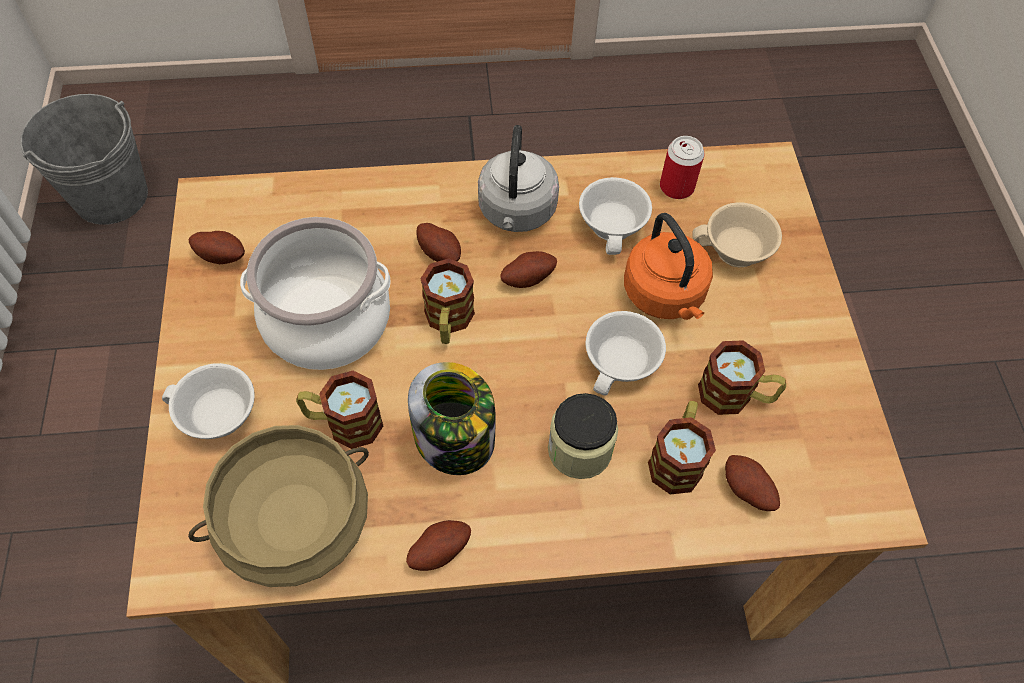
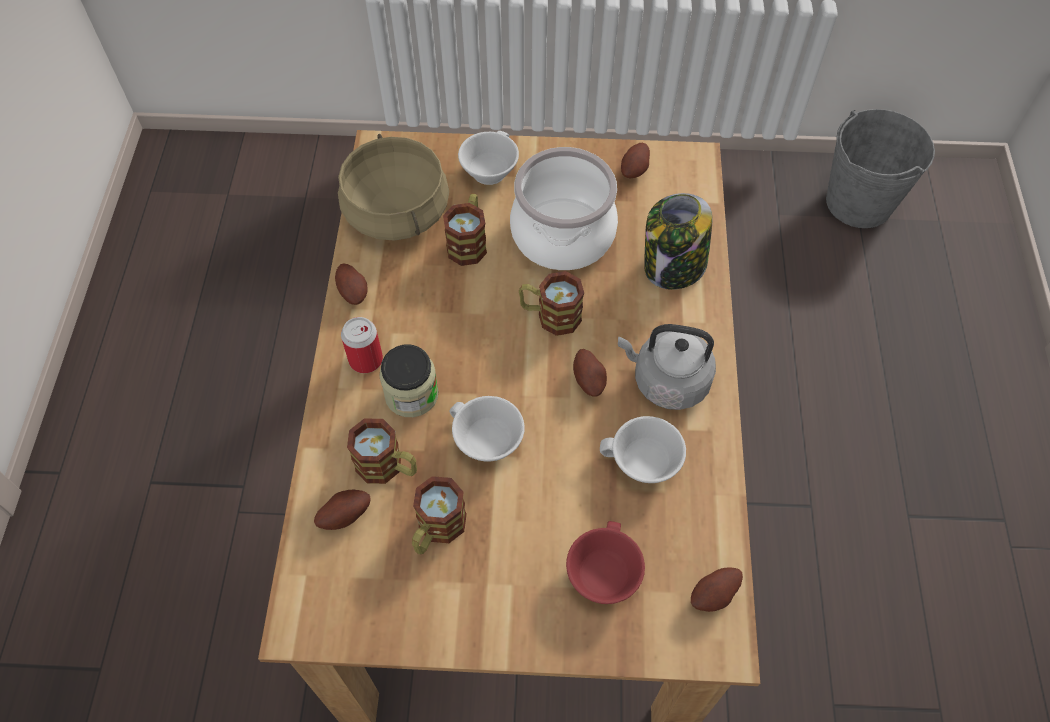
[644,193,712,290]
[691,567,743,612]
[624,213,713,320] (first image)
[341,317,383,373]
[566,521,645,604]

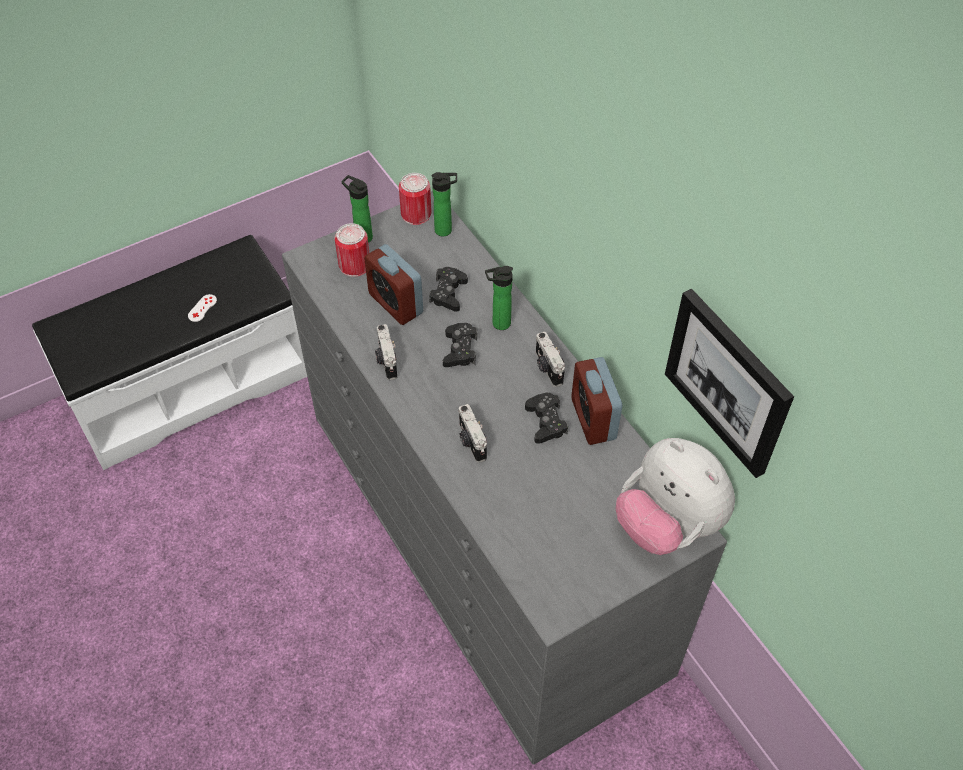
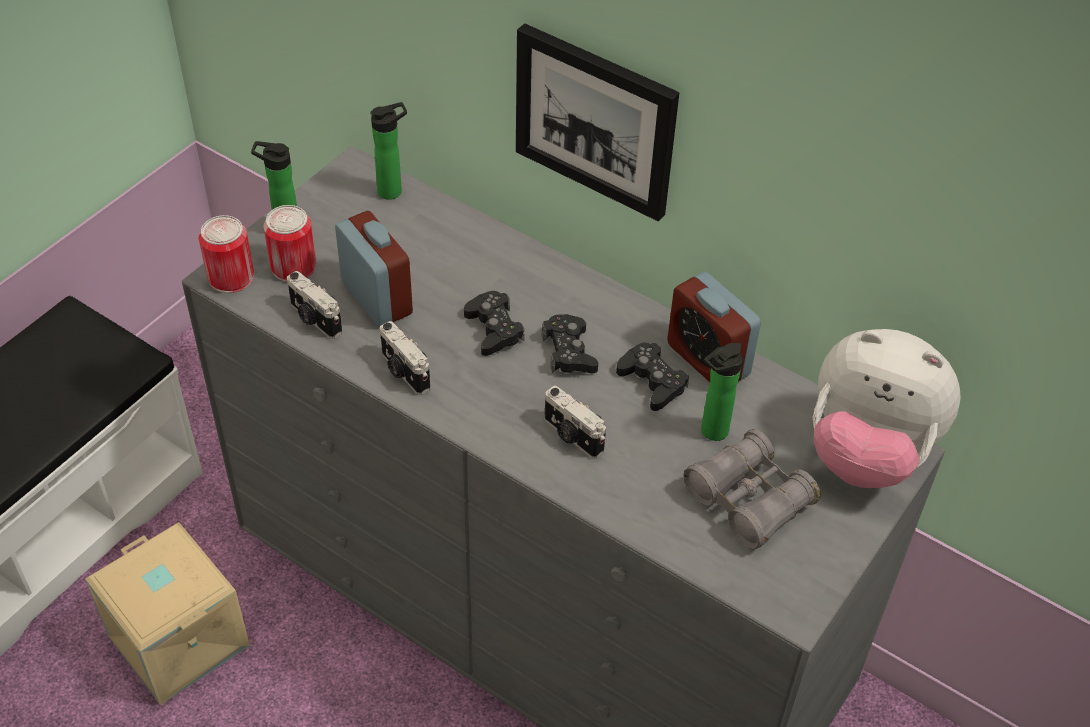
[188,294,217,322] (first image)
[335,211,413,327]
[199,215,254,293]
[542,314,598,373]
[701,343,743,441]
[287,271,342,339]
[516,23,679,221]
[85,522,250,705]
[684,429,821,549]

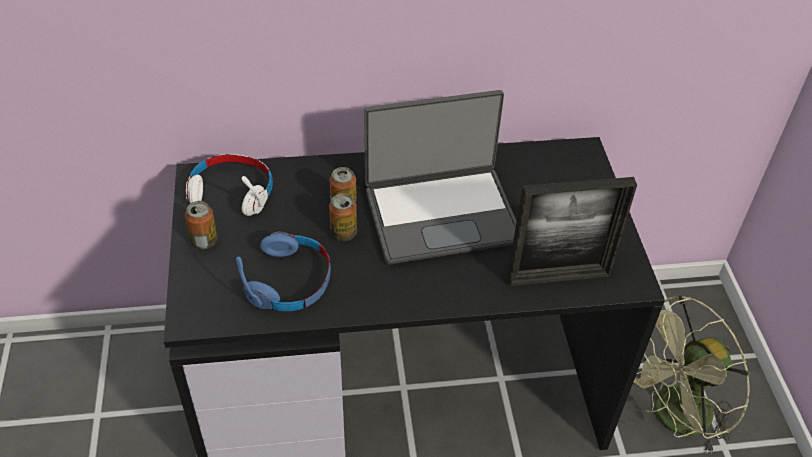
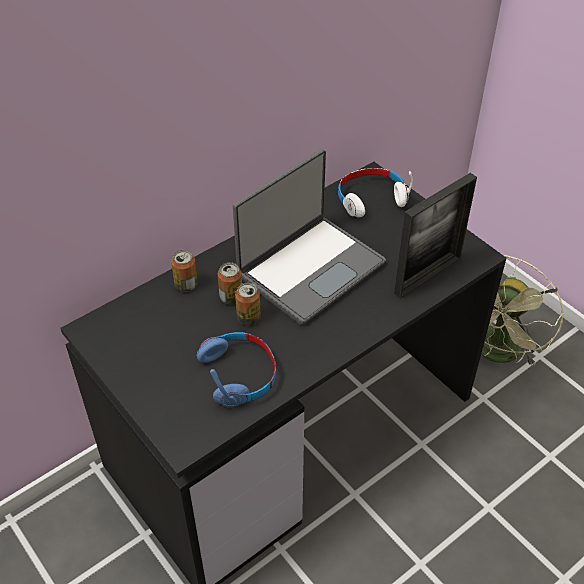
[171,250,198,292]
[338,168,413,218]

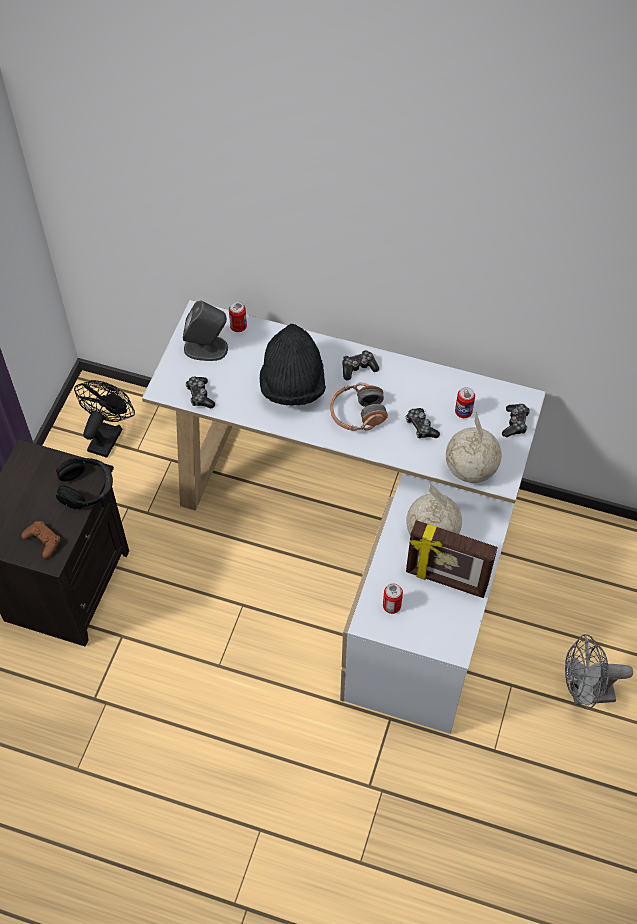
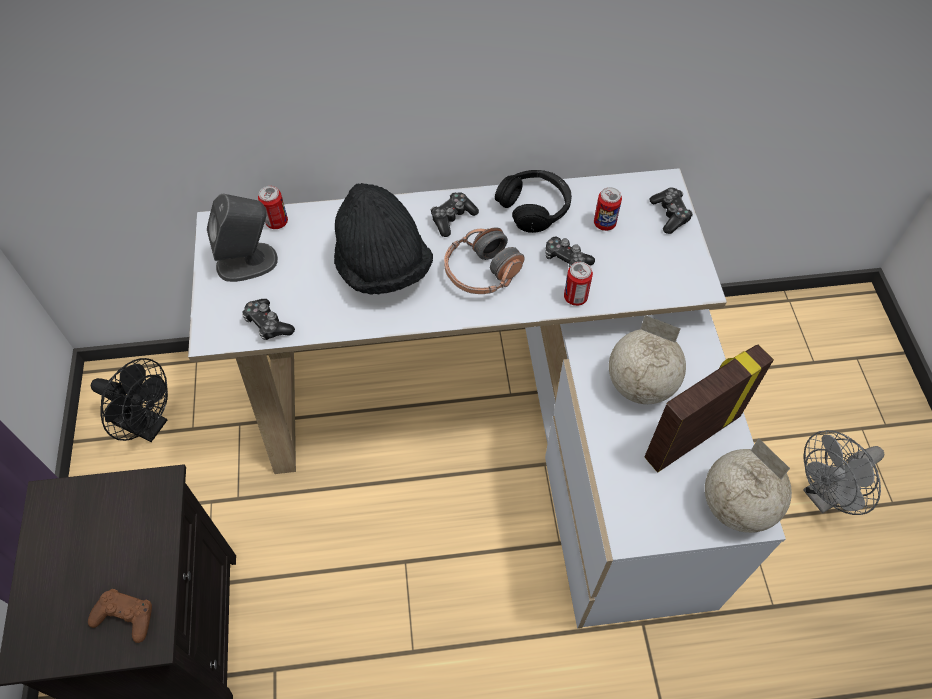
[495,170,572,233]
[91,358,168,442]
[564,262,593,306]
[645,344,774,472]
[705,438,792,533]

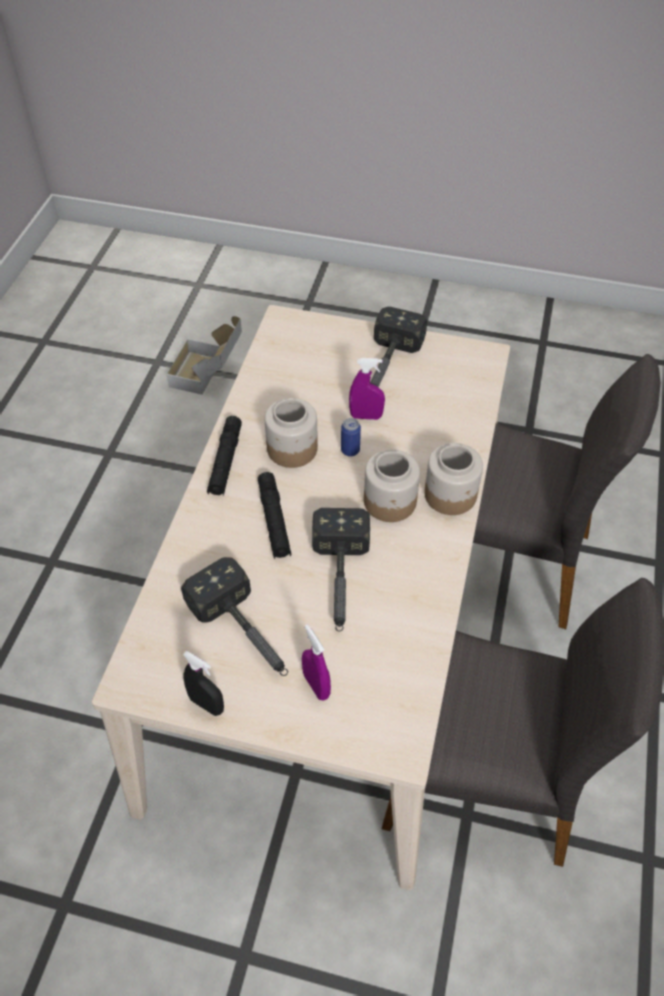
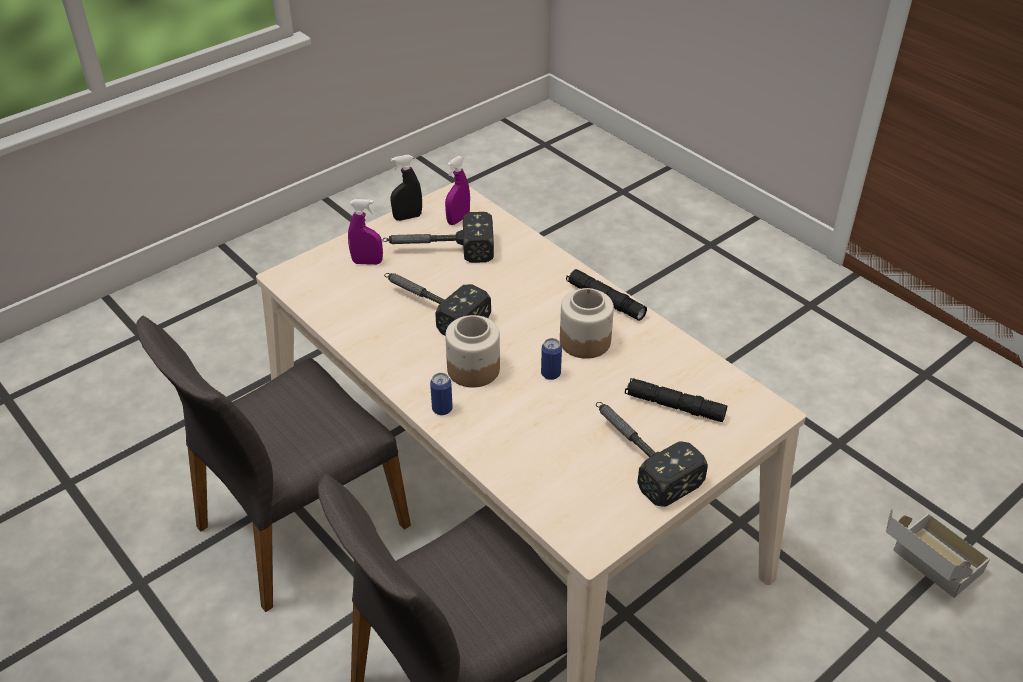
[625,378,727,422]
[445,156,470,225]
[430,373,453,415]

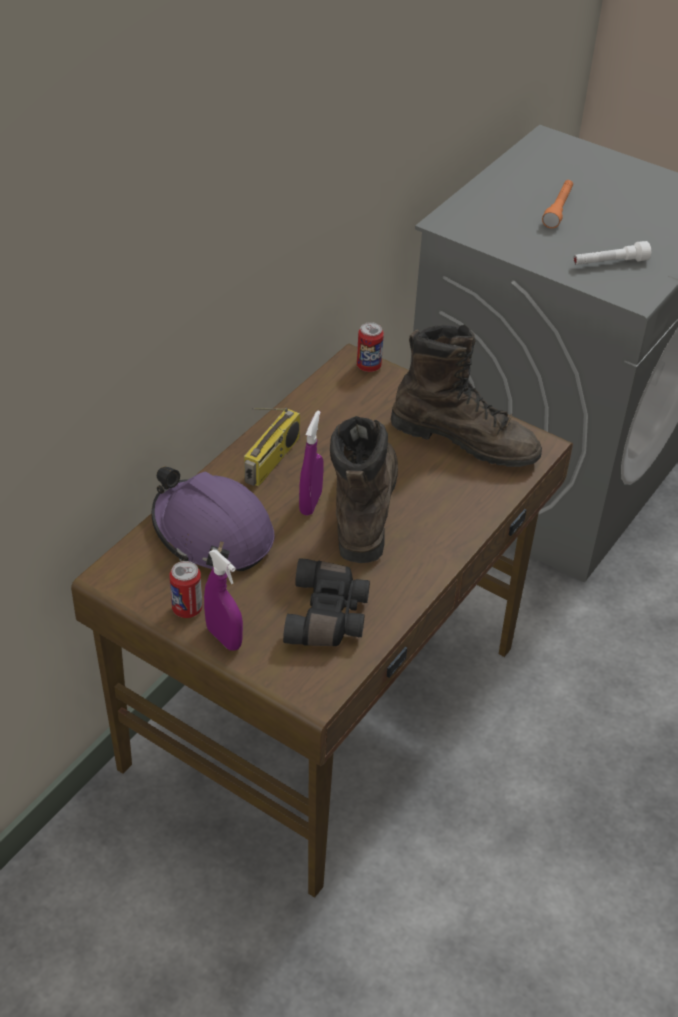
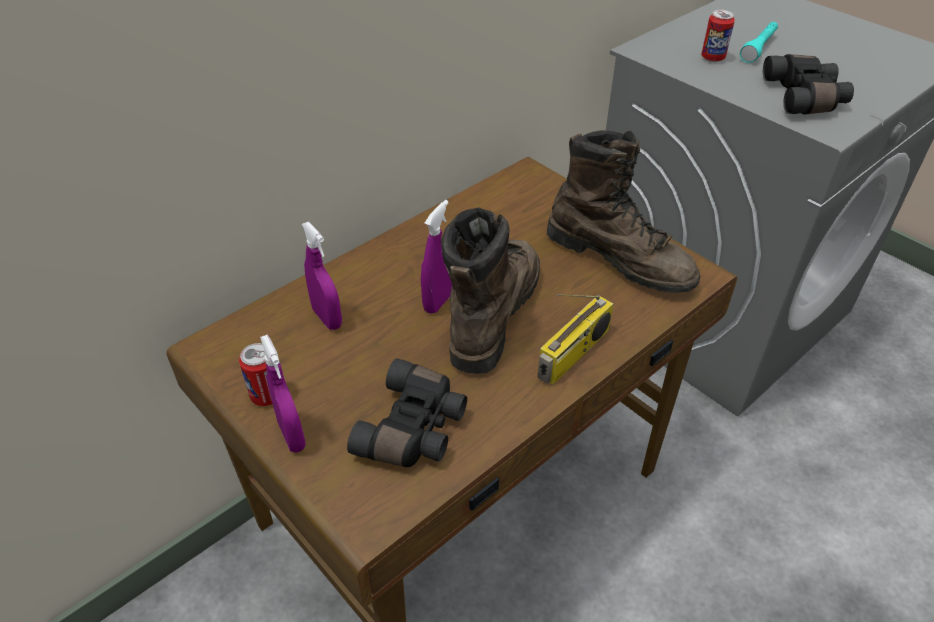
[302,222,342,330]
[538,294,614,385]
[701,10,735,62]
[740,22,778,63]
[763,54,854,115]

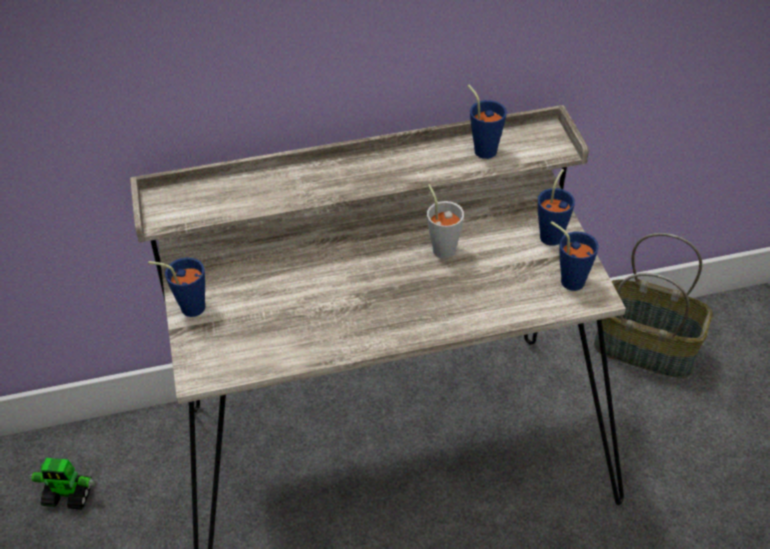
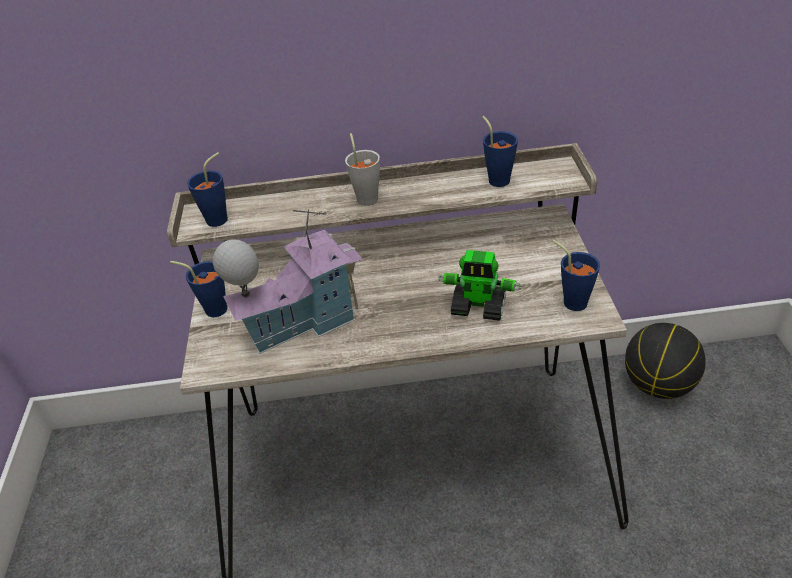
[438,250,522,321]
[345,133,380,206]
[187,152,228,227]
[625,323,706,399]
[213,210,363,354]

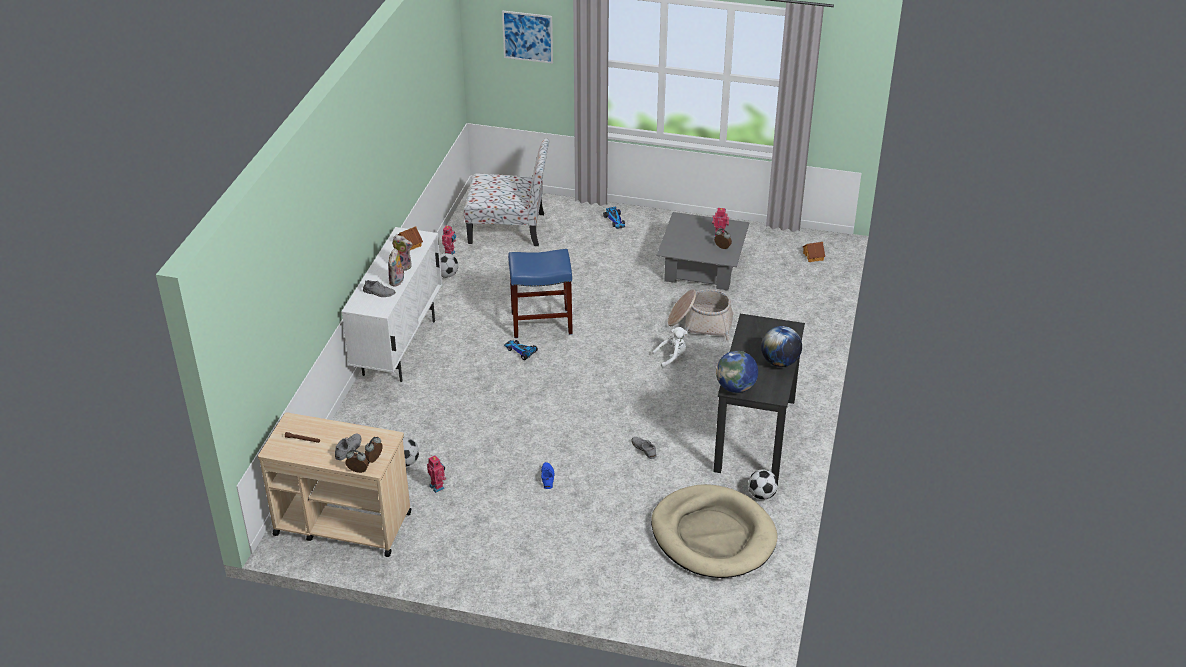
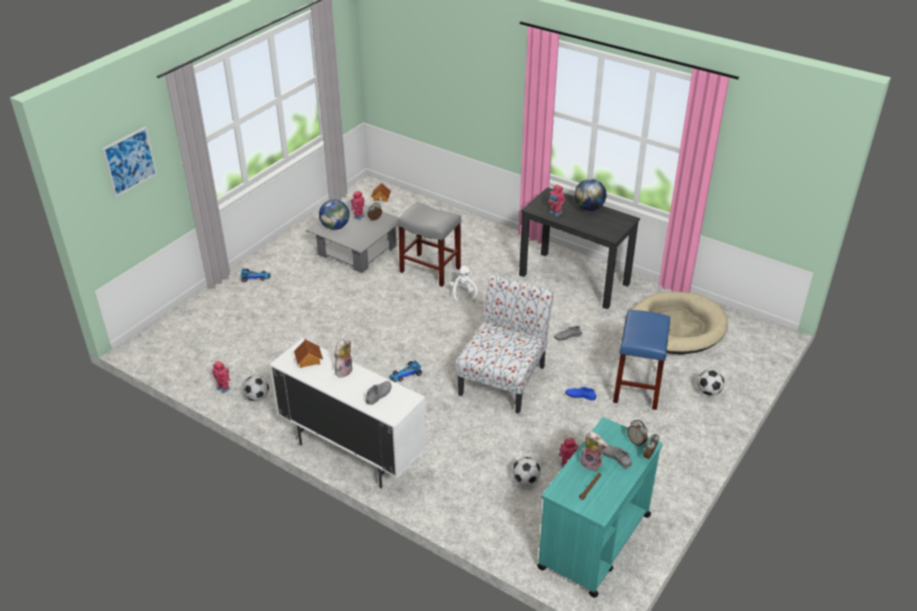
[537,417,662,598]
[580,431,608,471]
[456,275,554,414]
[613,310,670,410]
[398,202,461,287]
[319,199,349,230]
[698,370,724,396]
[548,185,565,216]

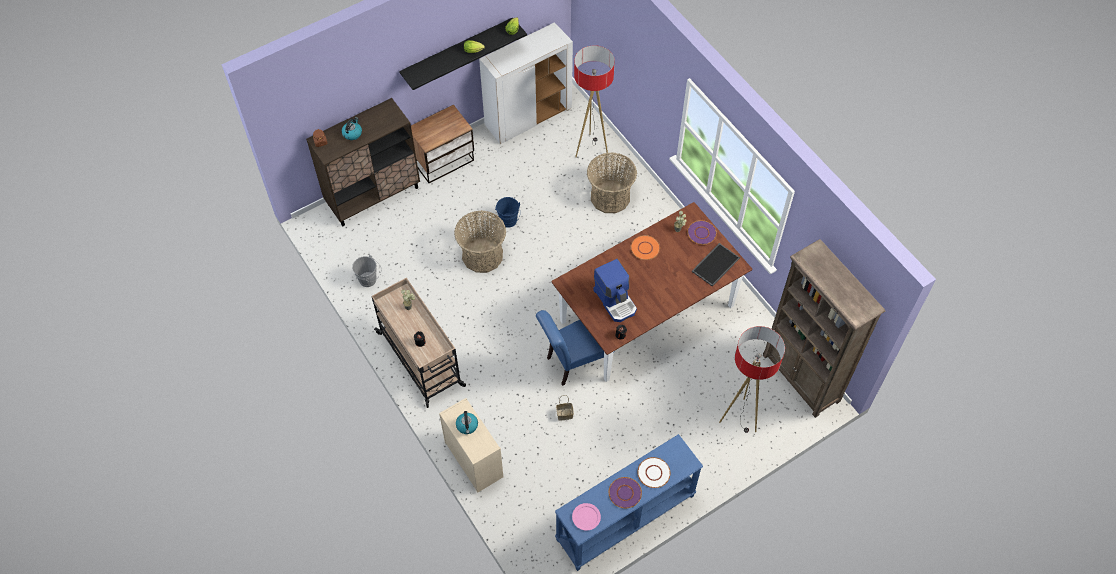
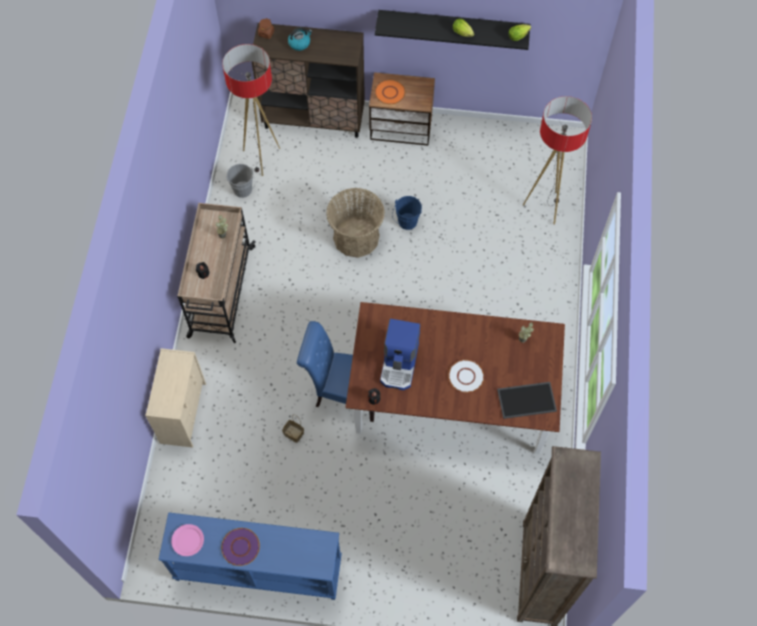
[456,411,478,434] (first image)
[479,22,573,144] (first image)
[587,152,637,213] (first image)
[375,80,405,104]
[448,360,484,393]
[687,220,717,245] (first image)
[222,44,280,176]

